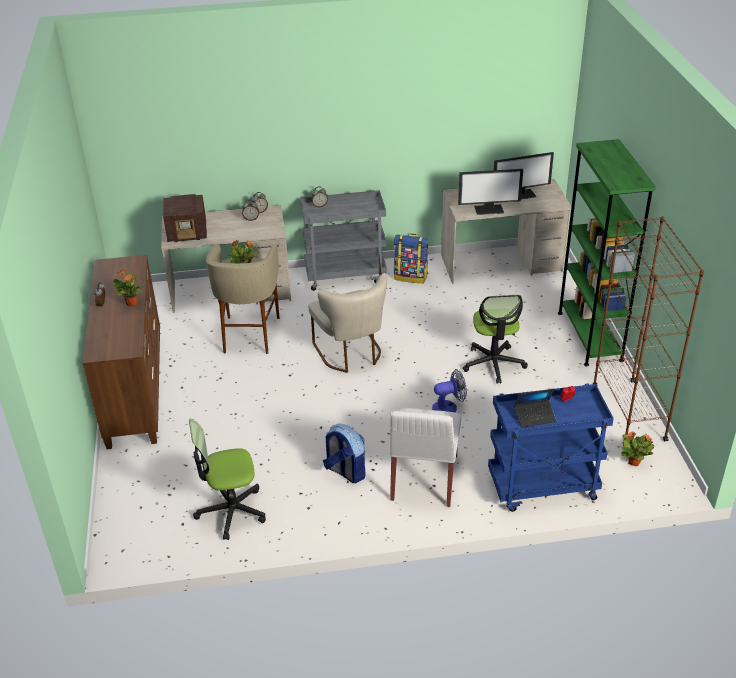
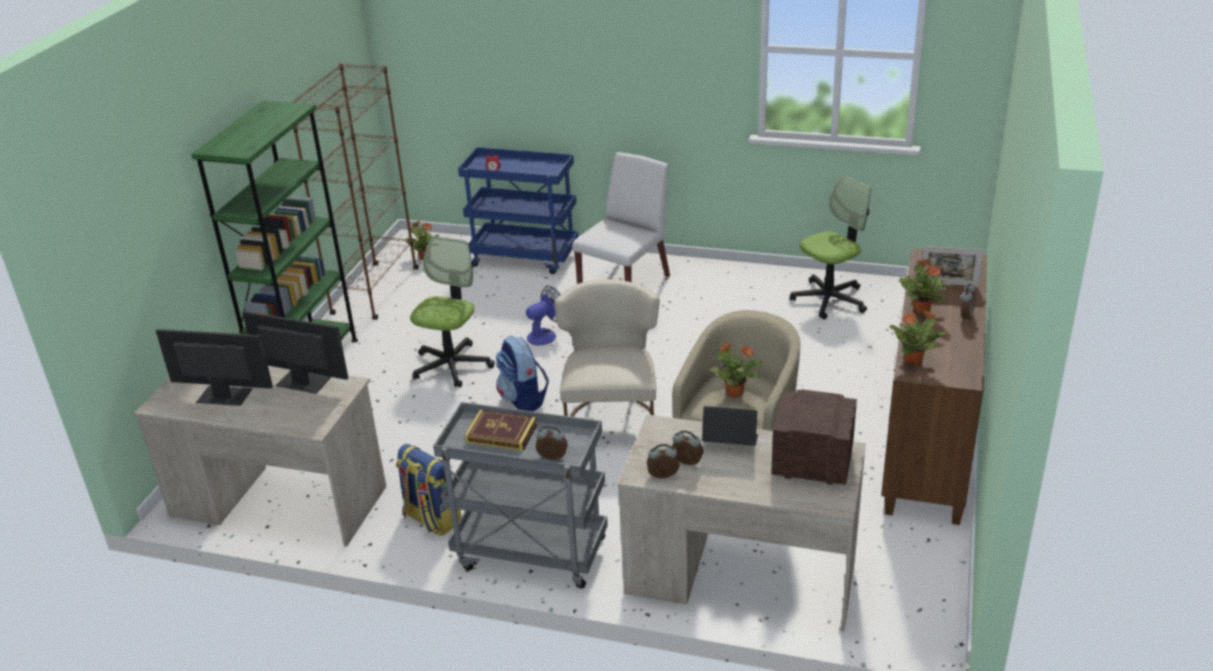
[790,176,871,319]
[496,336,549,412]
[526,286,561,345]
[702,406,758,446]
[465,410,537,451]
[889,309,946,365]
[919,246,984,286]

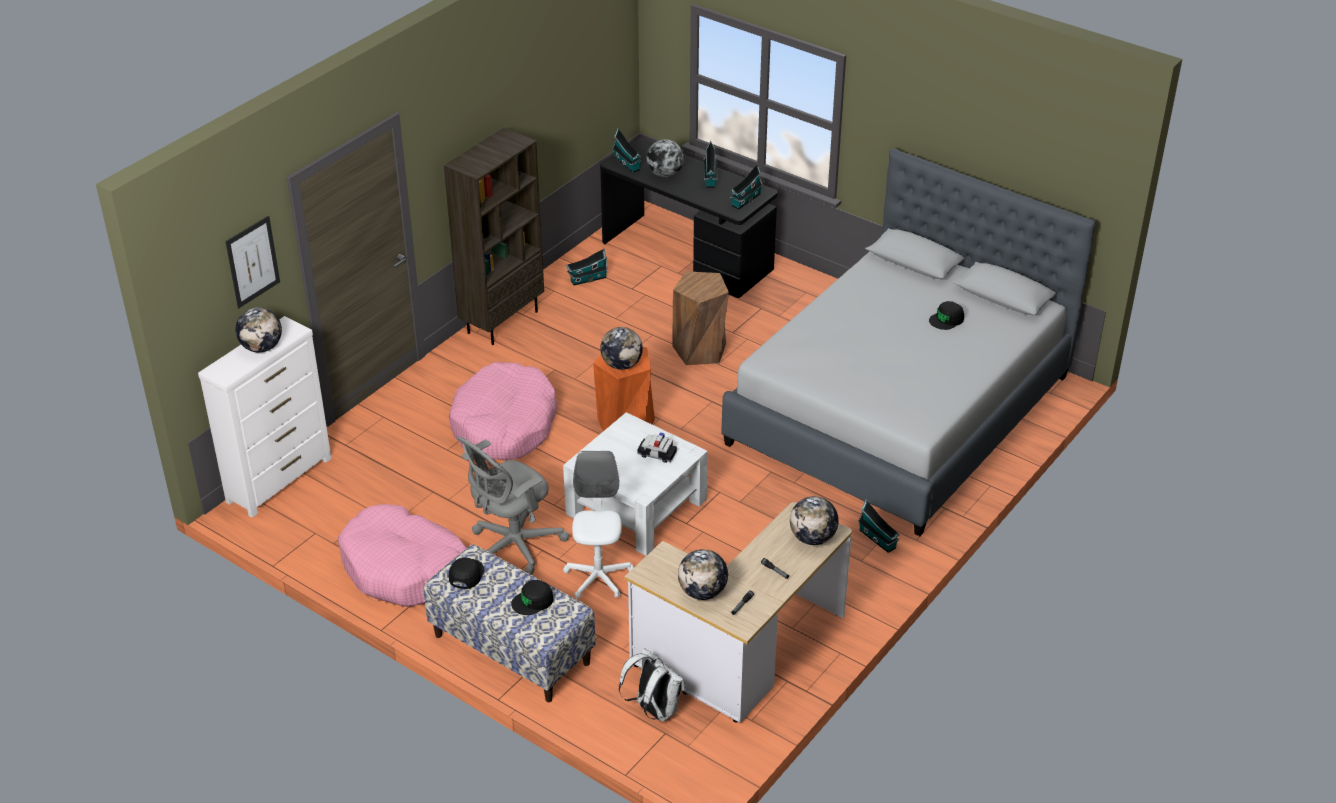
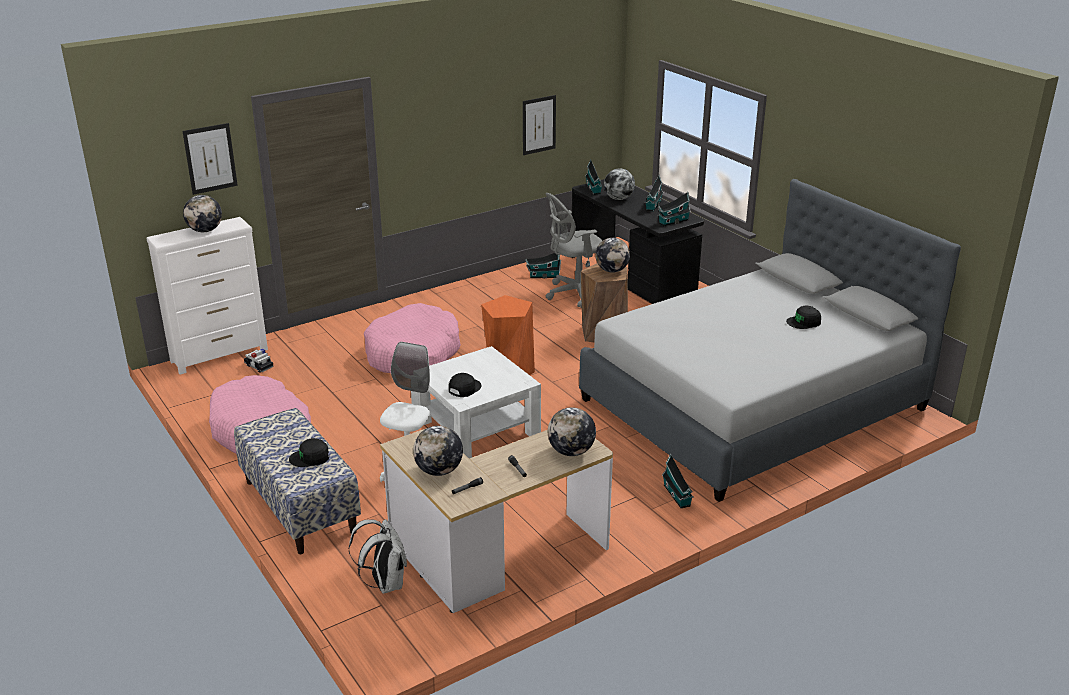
[444,128,544,345] (first image)
[449,373,481,397]
[545,193,602,308]
[595,238,630,273]
[244,349,274,373]
[523,95,556,155]

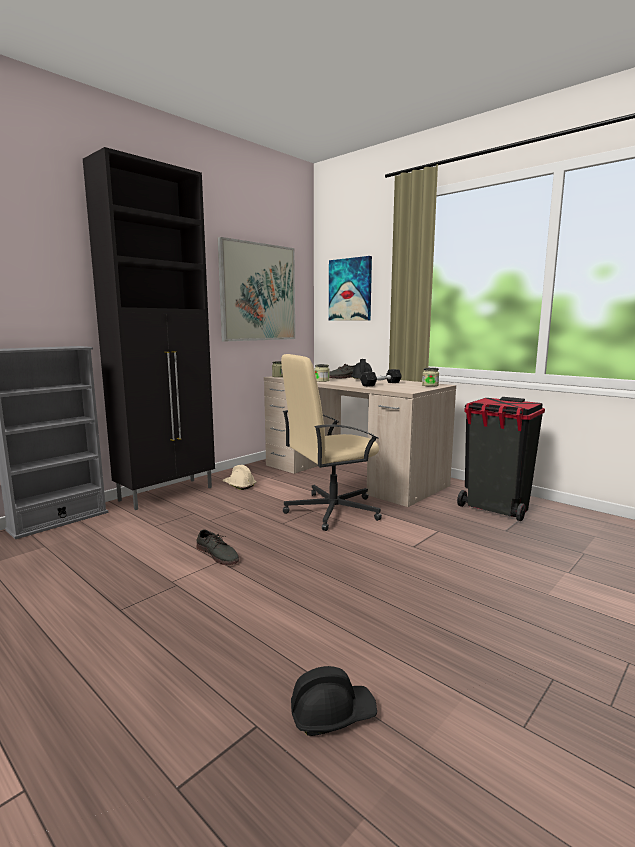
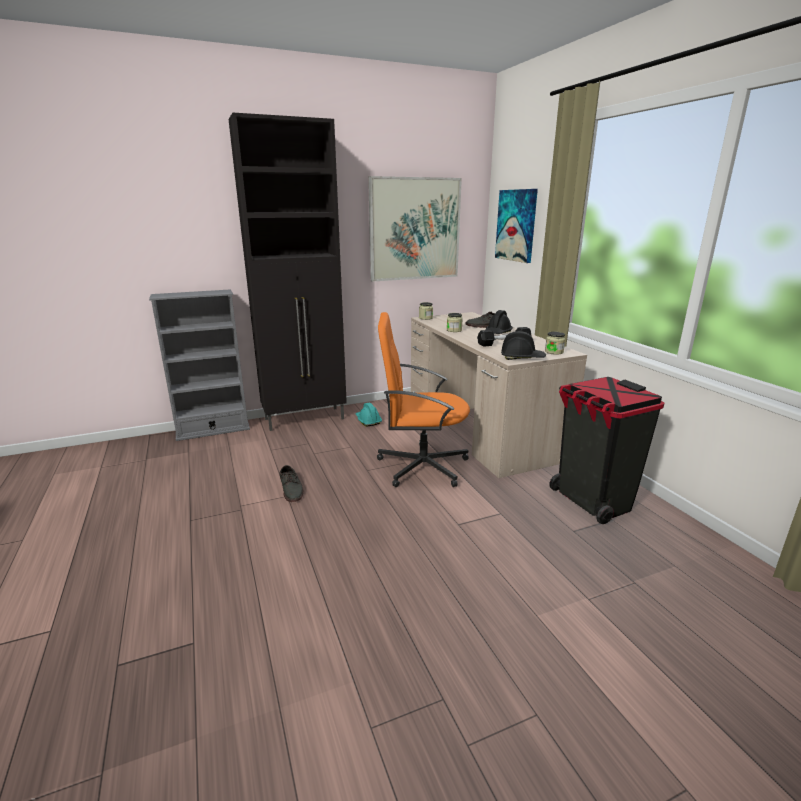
[356,403,382,426]
[377,312,470,487]
[501,331,546,360]

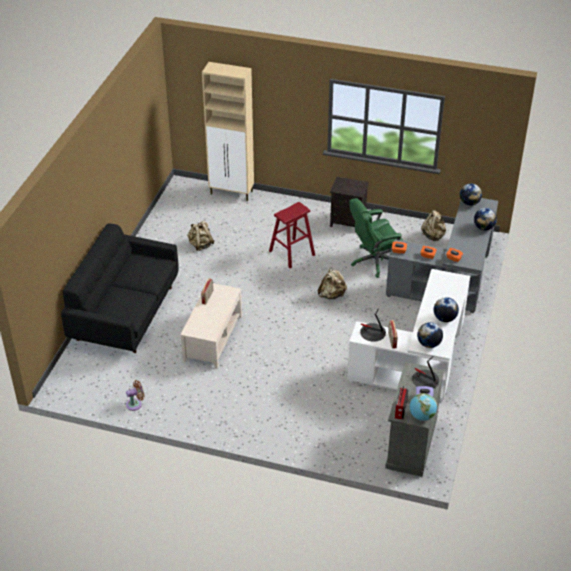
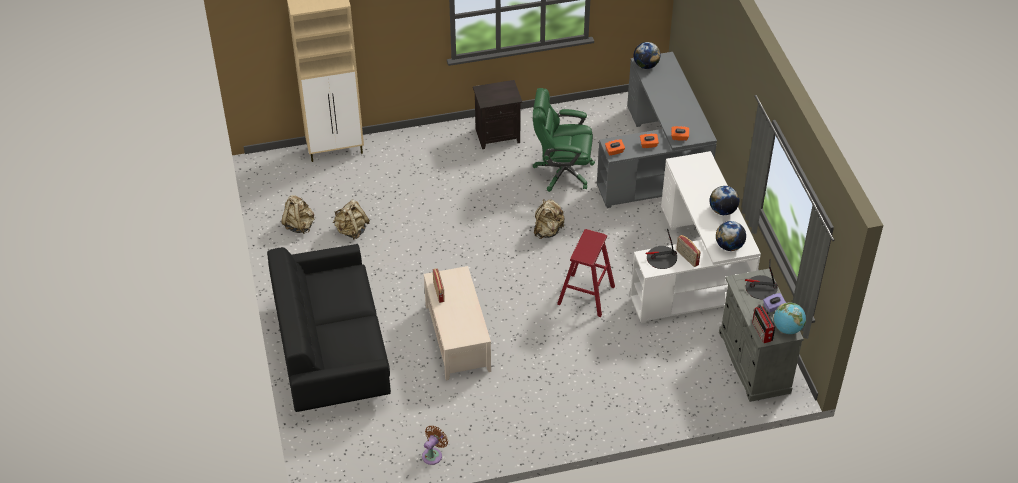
[557,229,615,317]
[533,88,595,192]
[282,195,314,234]
[474,208,497,230] (first image)

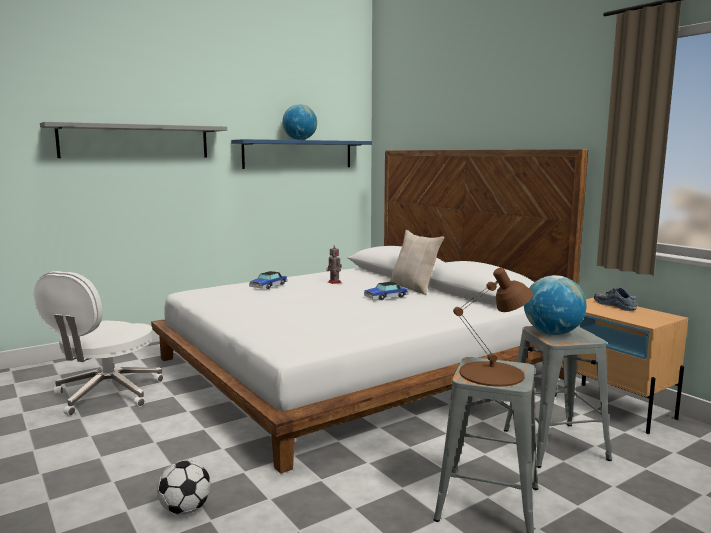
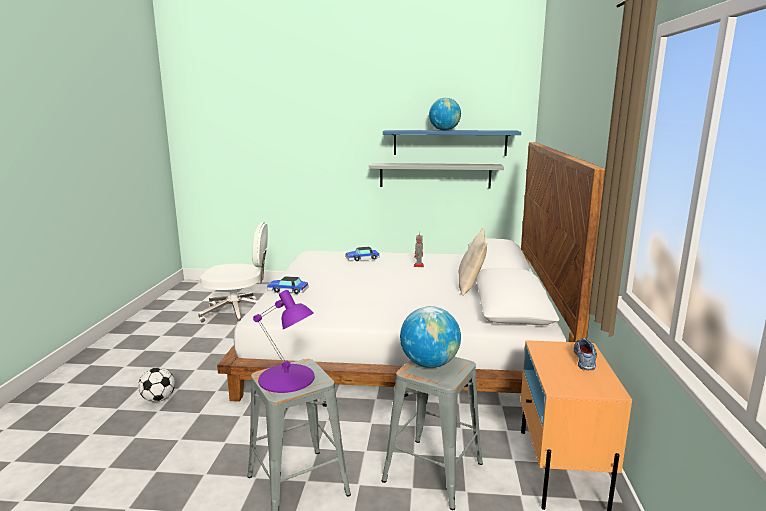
[198,222,268,323]
[369,163,504,189]
[267,276,309,294]
[253,290,315,393]

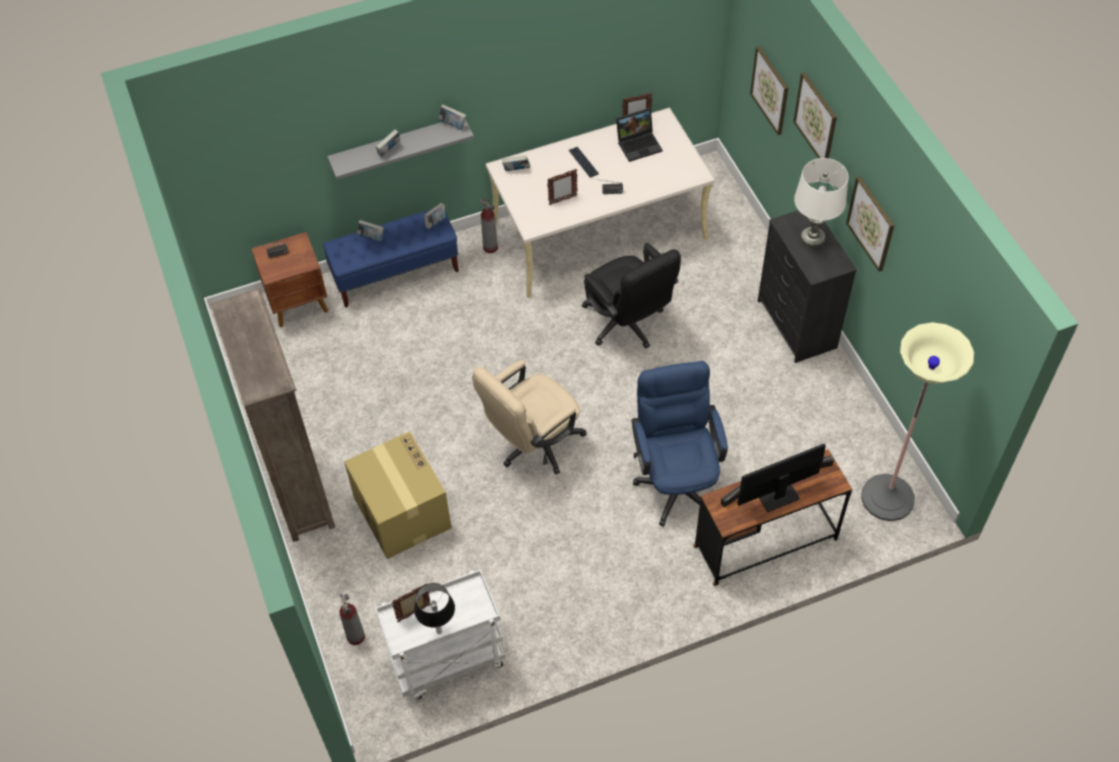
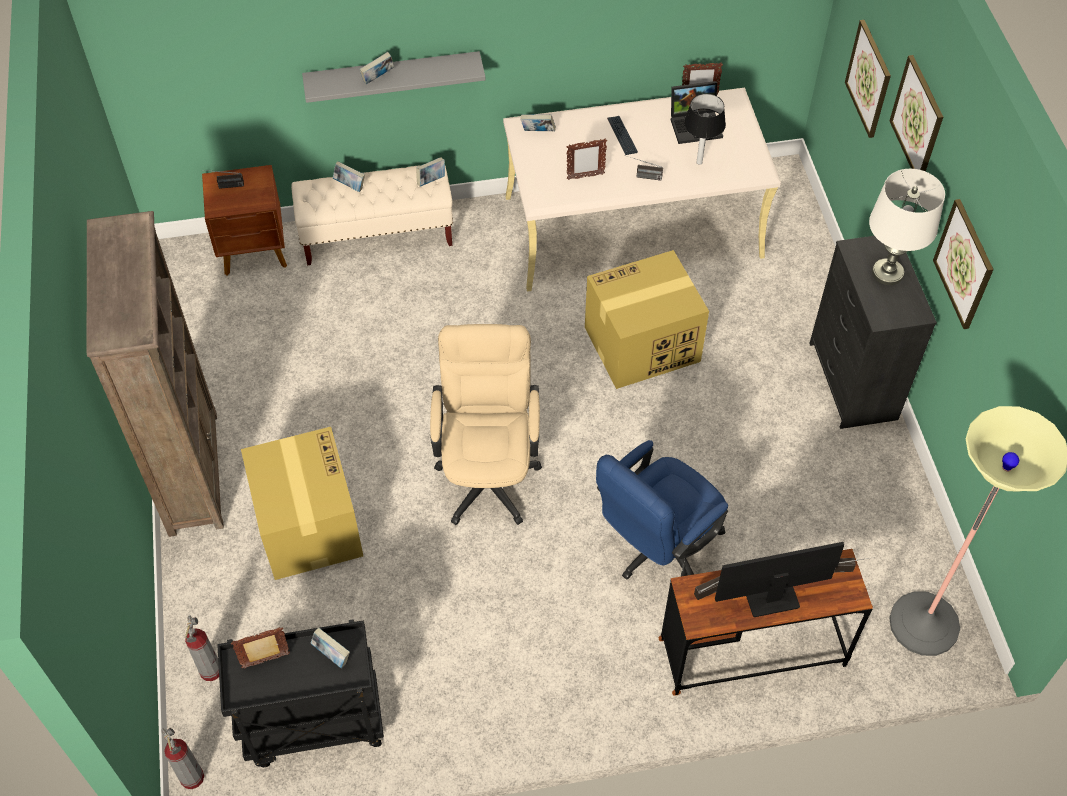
[291,165,453,265]
[217,619,384,767]
[684,94,726,165]
[311,627,350,668]
[430,324,542,525]
[161,728,204,789]
[585,250,709,389]
[596,440,728,580]

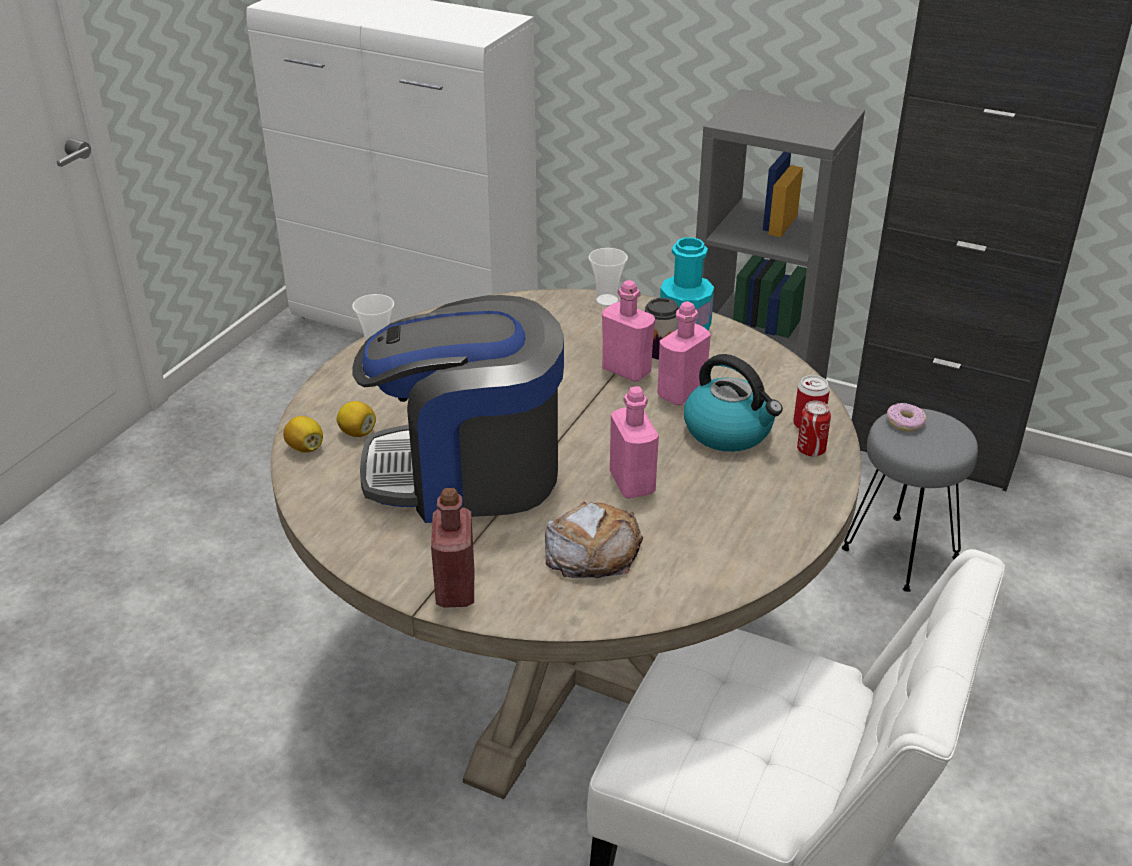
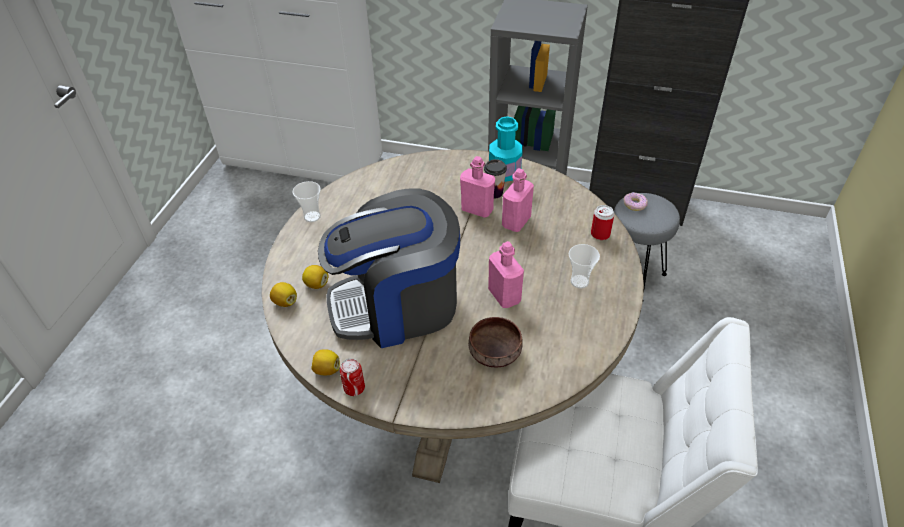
[431,488,474,608] (first image)
[468,317,523,367]
[569,244,600,288]
[684,354,783,452] (first image)
[340,358,365,396]
[312,349,340,375]

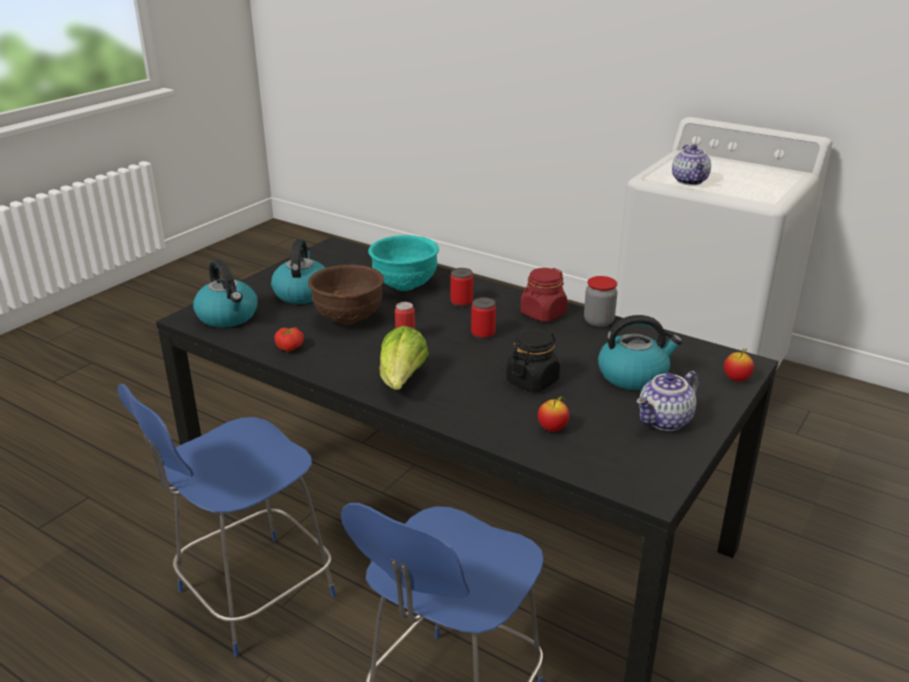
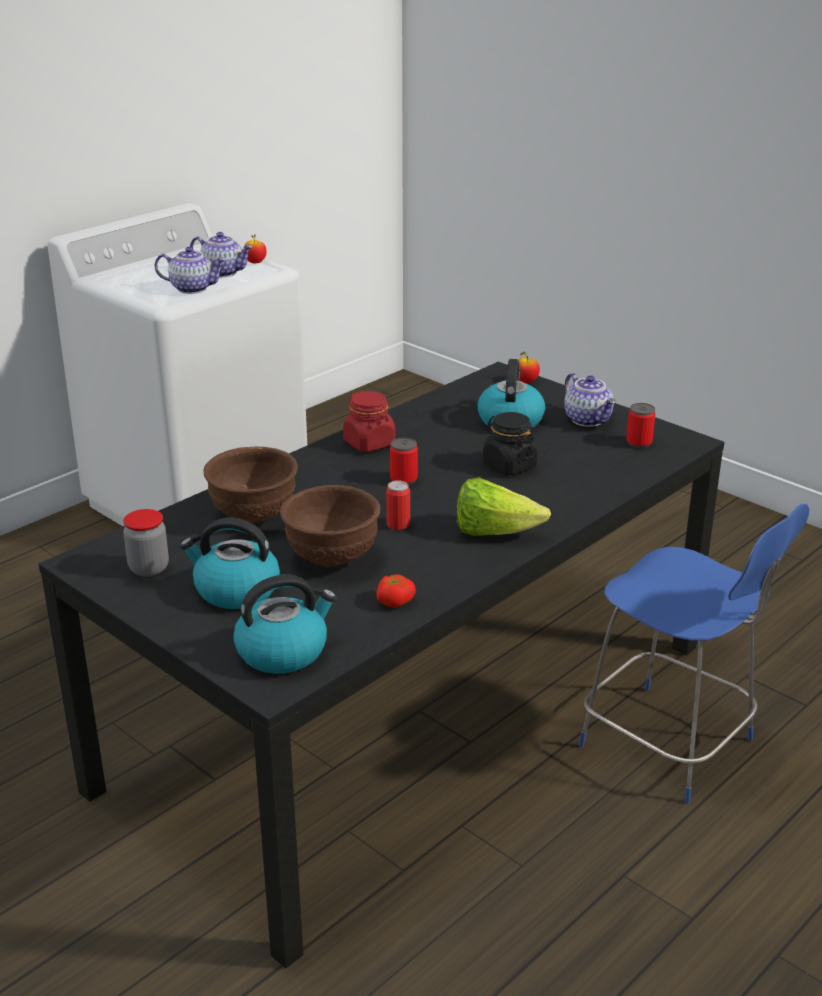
[117,384,336,657] (first image)
[203,447,298,523]
[626,403,655,448]
[244,234,267,263]
[123,509,169,577]
[190,232,253,277]

